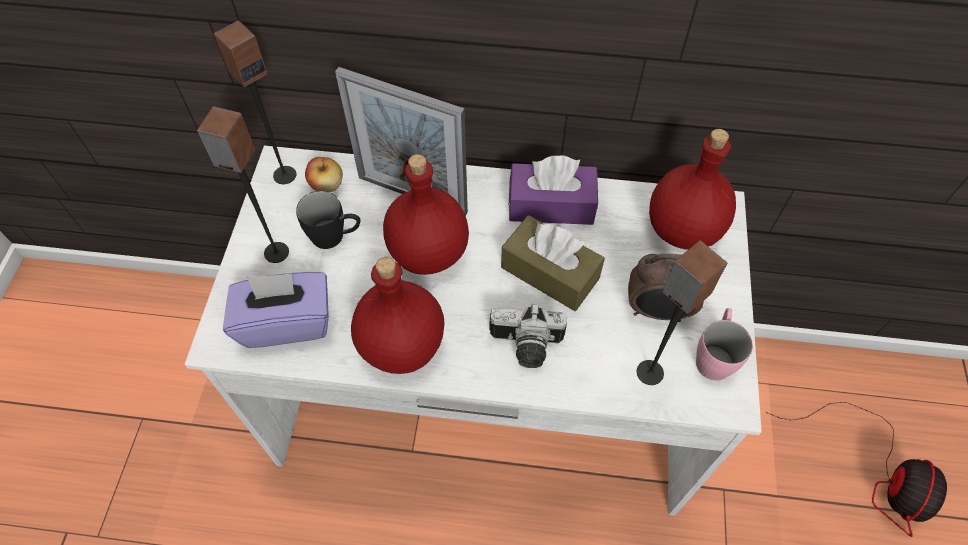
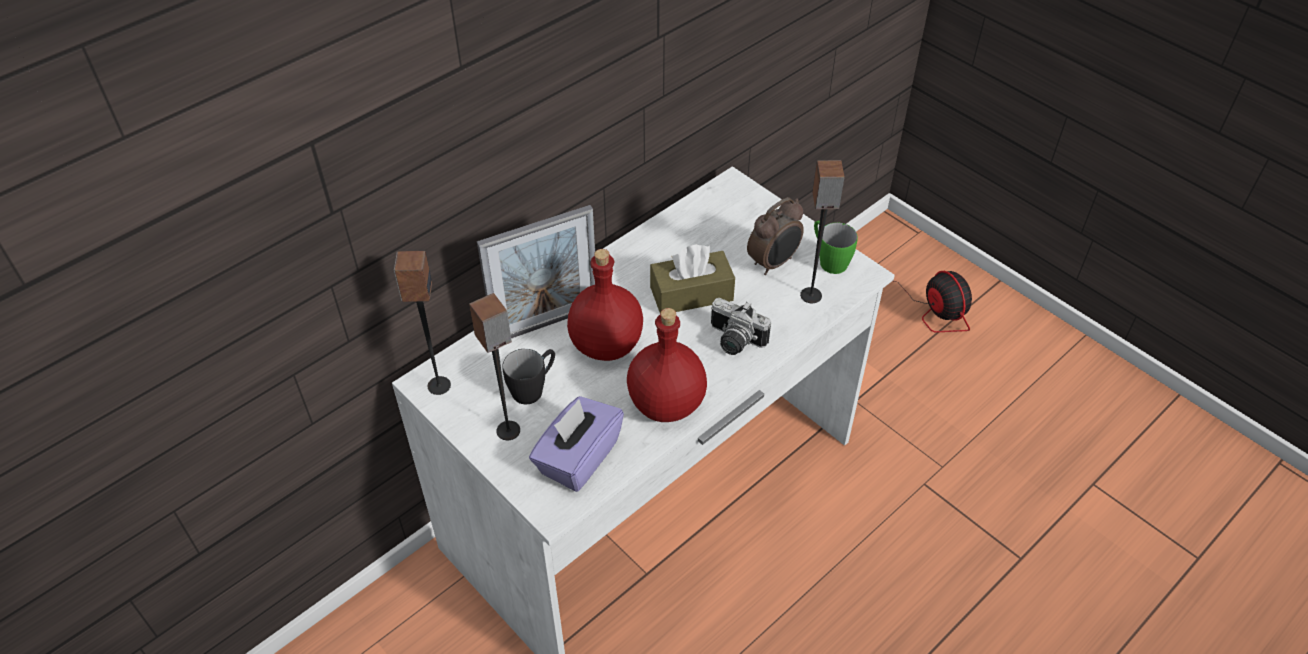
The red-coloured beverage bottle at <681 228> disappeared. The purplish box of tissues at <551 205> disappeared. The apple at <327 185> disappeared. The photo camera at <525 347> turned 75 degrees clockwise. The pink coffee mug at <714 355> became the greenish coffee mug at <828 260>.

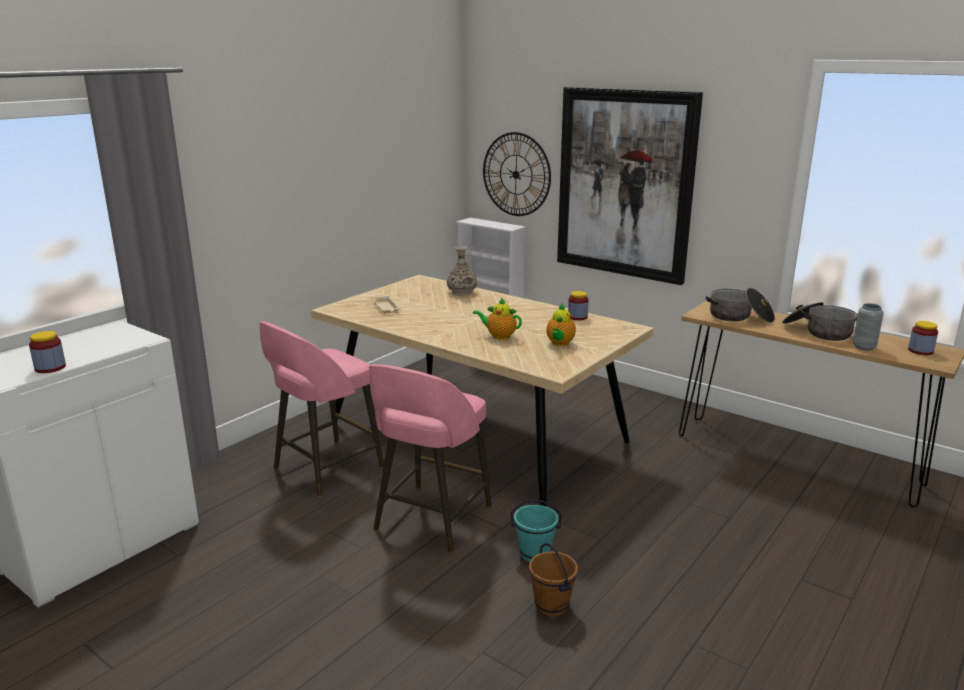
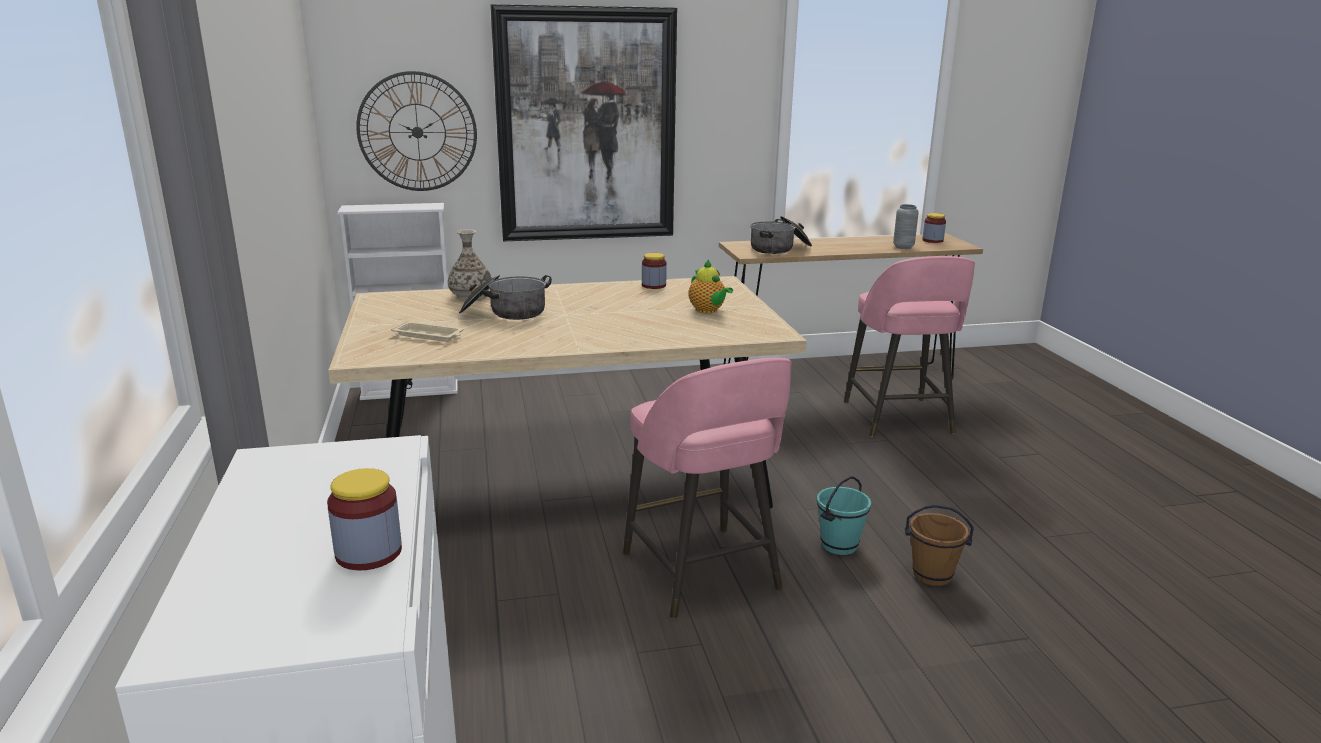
The pot for tea at <499 336> disappeared. The saucepot moved from <818 332> to <505 313>. The pink sitting stool moved from <325 468> to <898 419>.

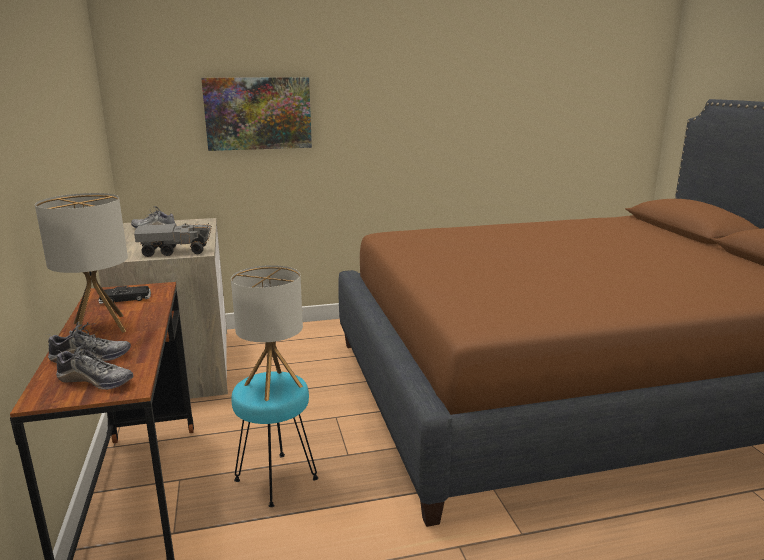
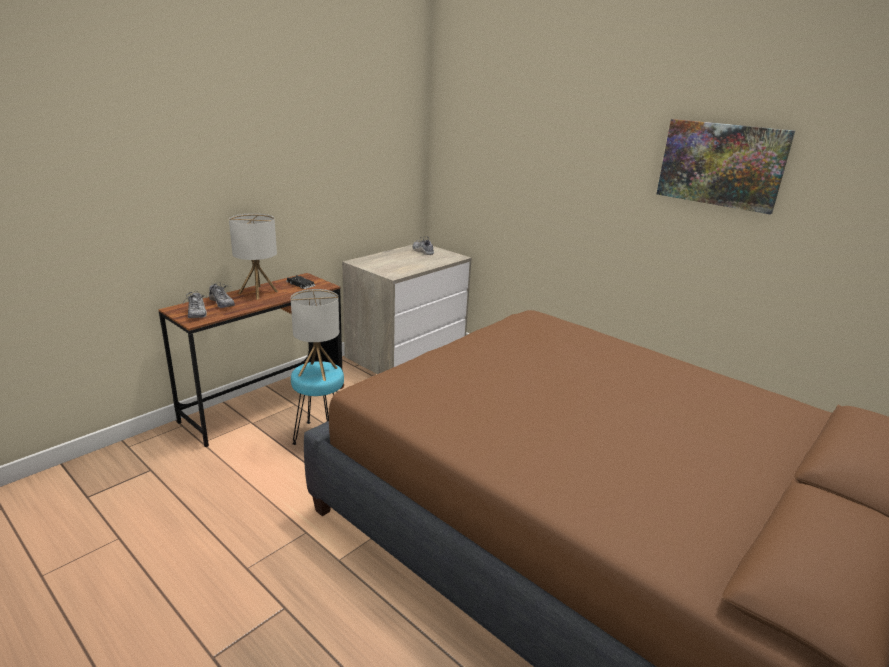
The wall picture moved from <258 113> to <721 164>. The model truck at <175 251> disappeared.

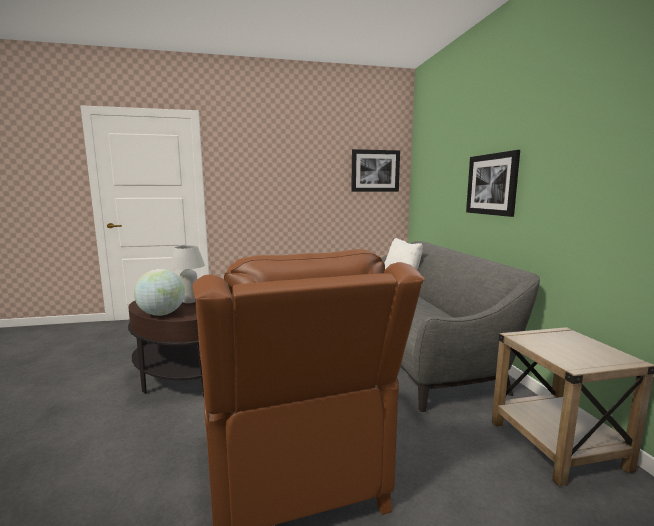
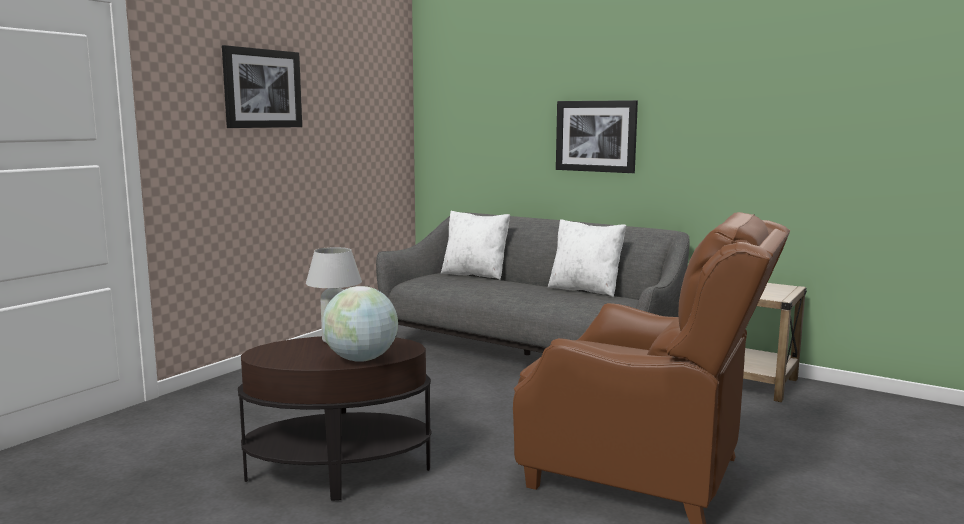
The wall picture moved from <375 171> to <262 88>. The whitish throw pillow at <585 290> appeared.

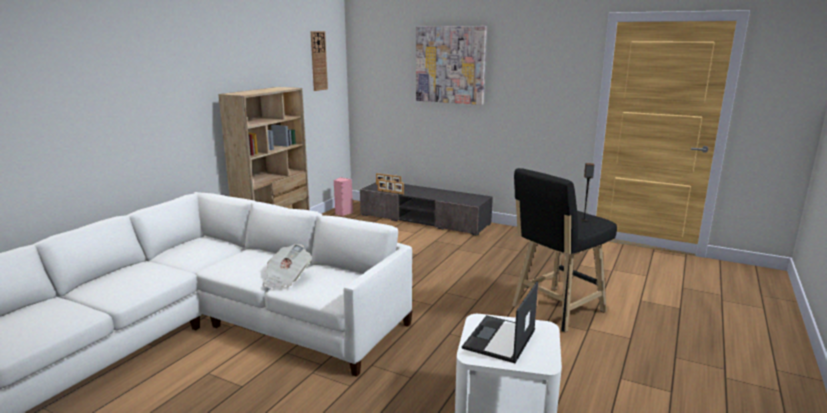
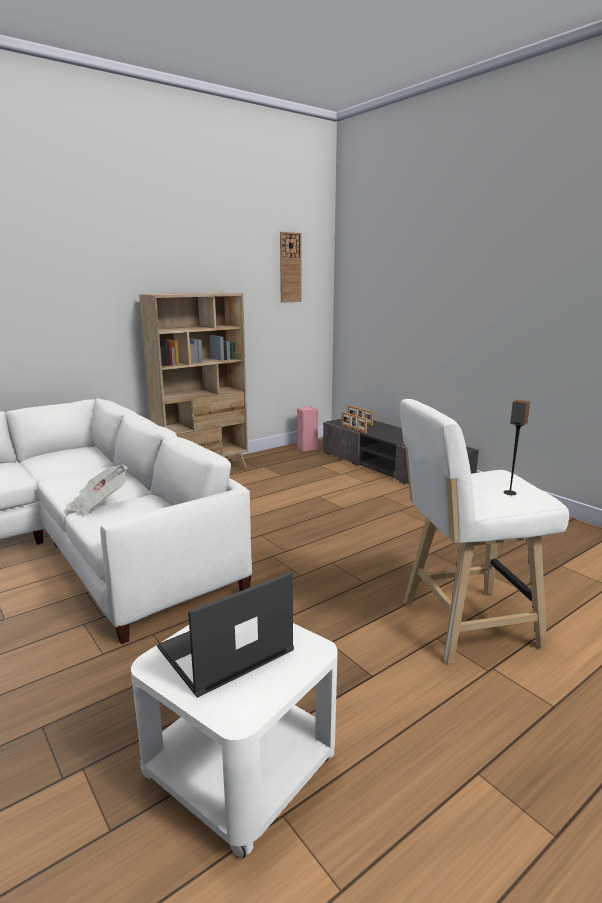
The wall picture at <450 64> disappeared. The blackish sitting stool at <555 310> became the whitish sitting stool at <462 625>.

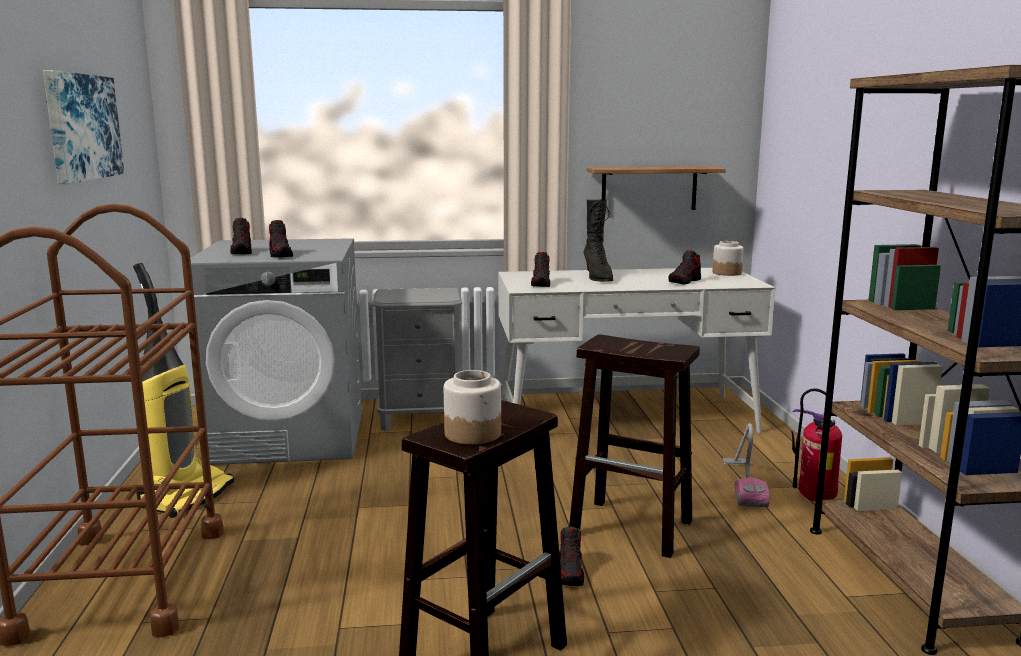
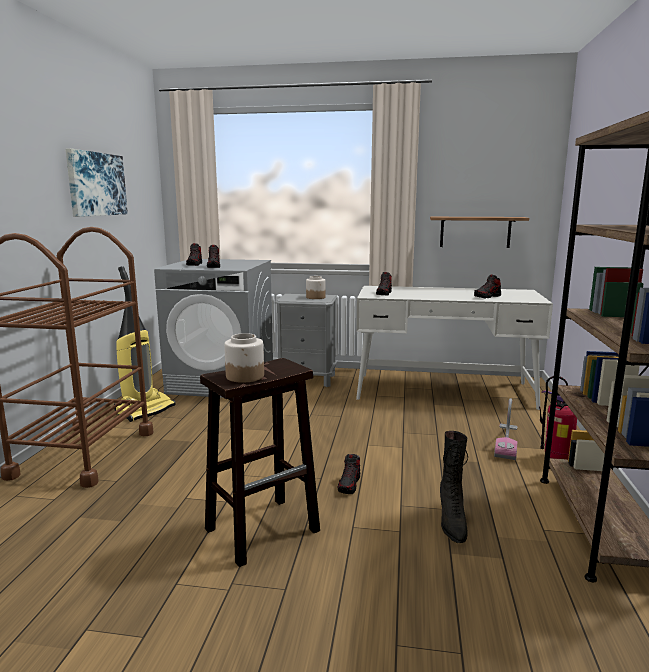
The blackish boot moved from <597 277> to <452 522>. The preserve jar moved from <727 273> to <315 297>. The brownish sitting stool at <633 528> disappeared.

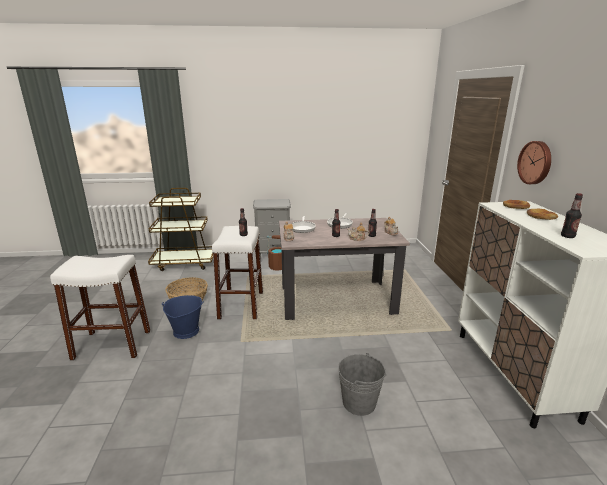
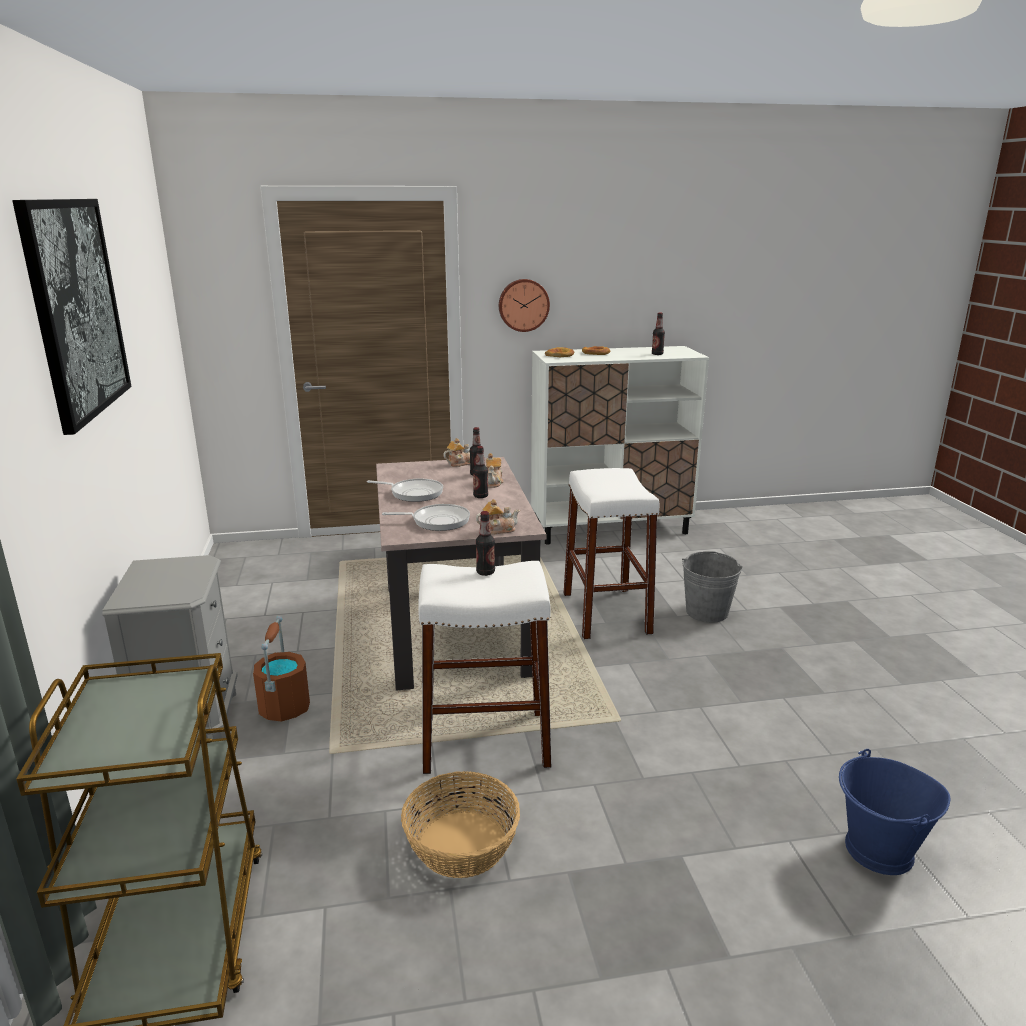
The whitish sitting stool moved from <112 344> to <606 613>. The blue water bucket moved from <186 331> to <879 851>. The wall picture at <76 308> appeared.

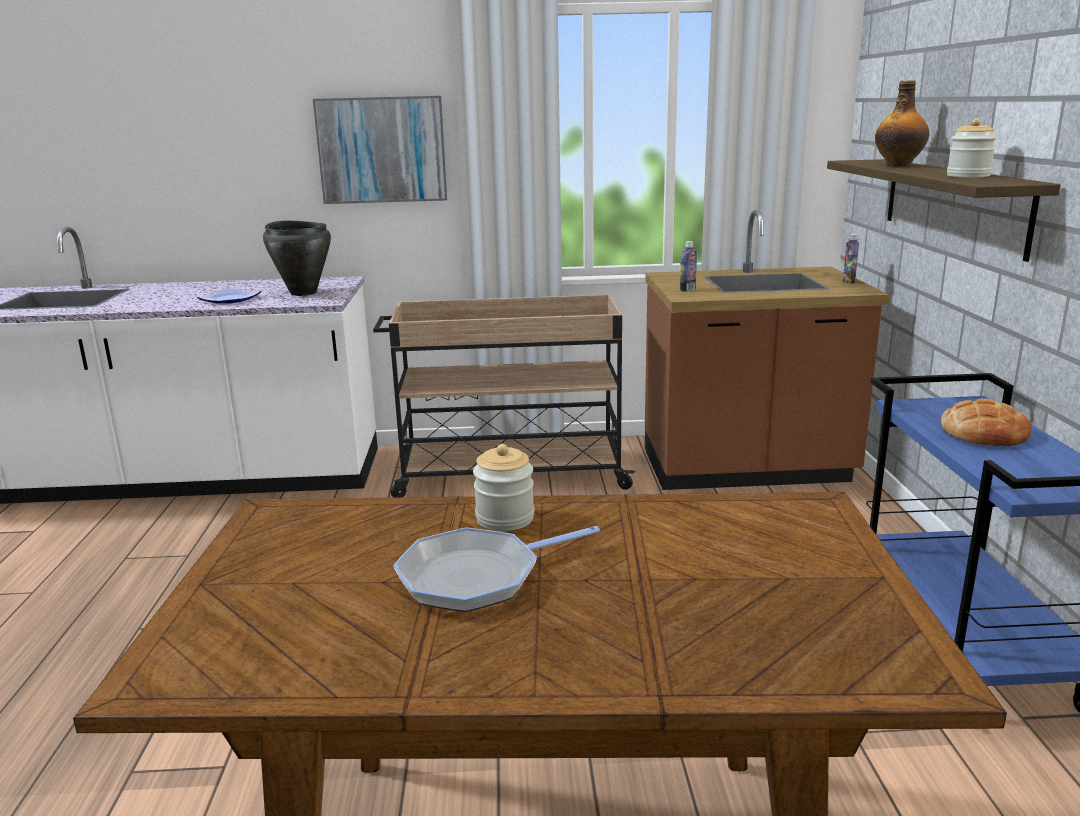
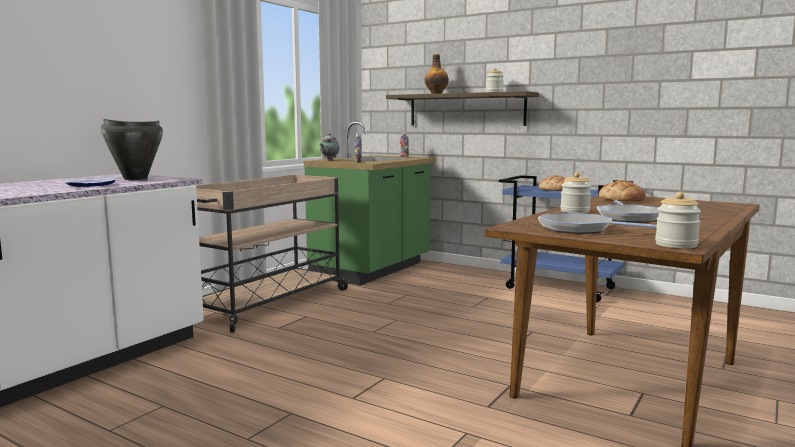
The wall picture at <382 150> disappeared. The brownish counter at <746 469> became the greenish counter at <373 270>. The pot for tea at <329 160> appeared. The bakery bread at <622 199> appeared. The preserve jar at <676 245> appeared. The skillet at <580 229> appeared.

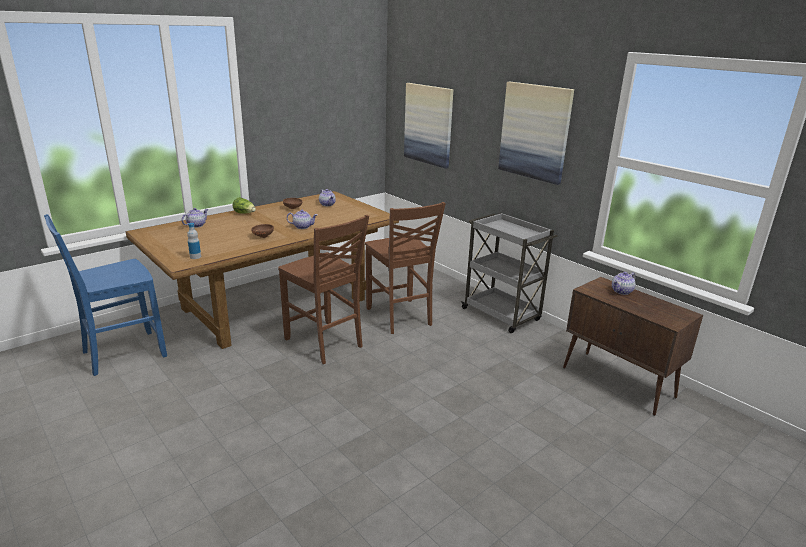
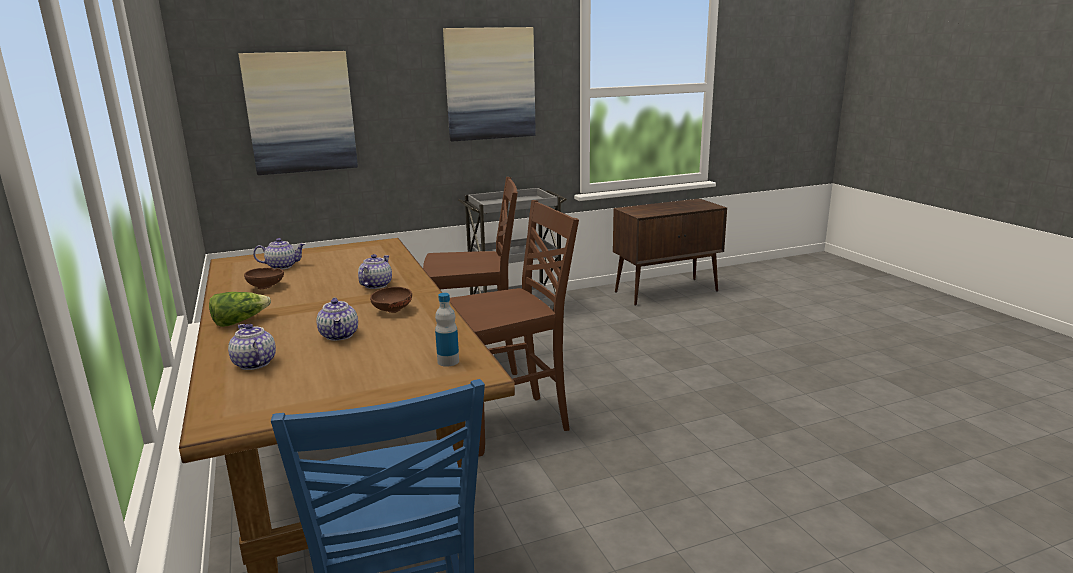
The pot for tea moved from <622 291> to <340 335>.

